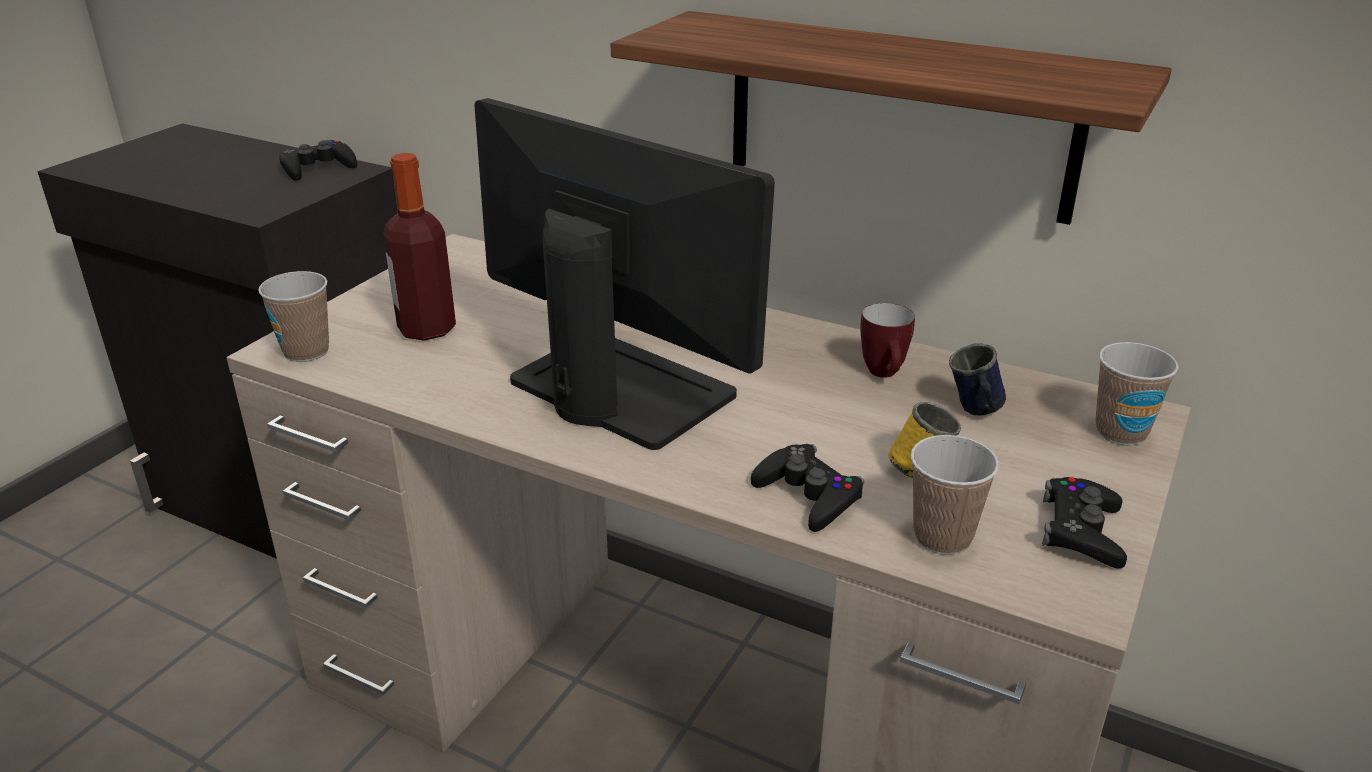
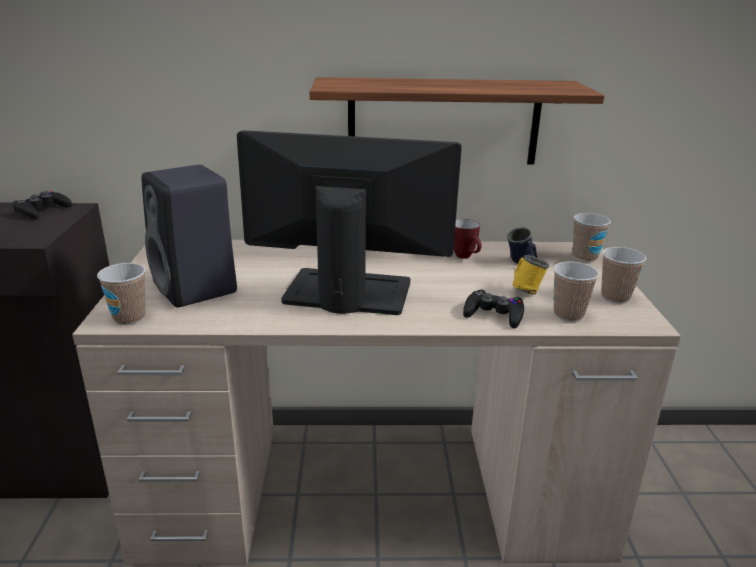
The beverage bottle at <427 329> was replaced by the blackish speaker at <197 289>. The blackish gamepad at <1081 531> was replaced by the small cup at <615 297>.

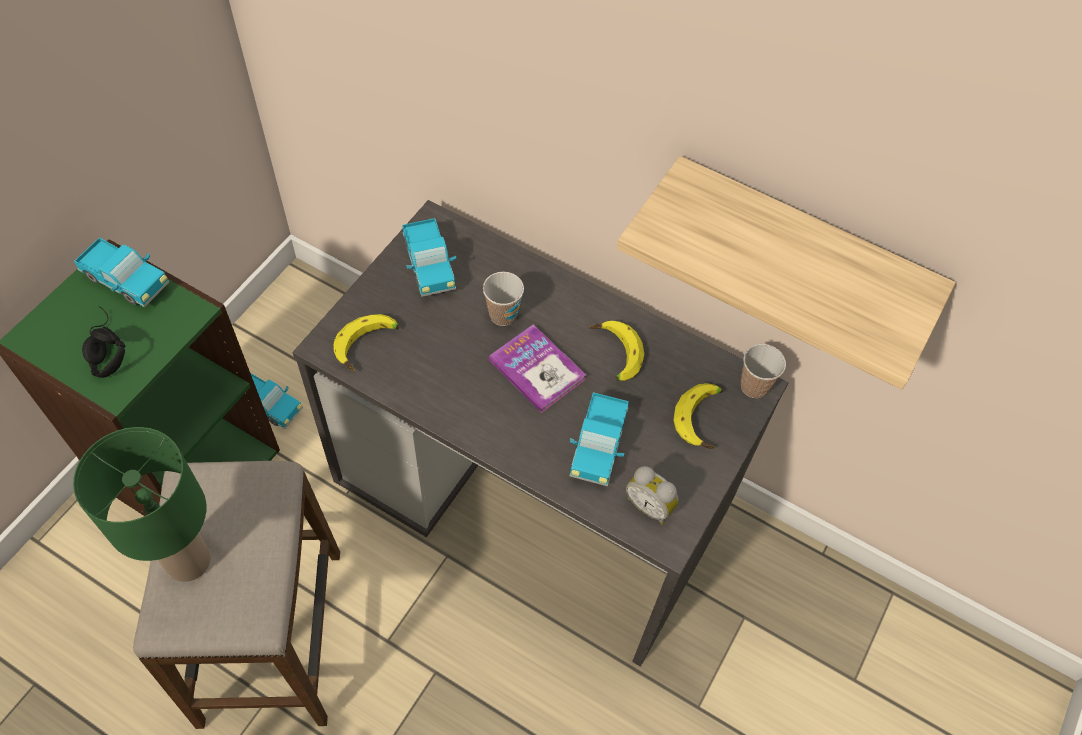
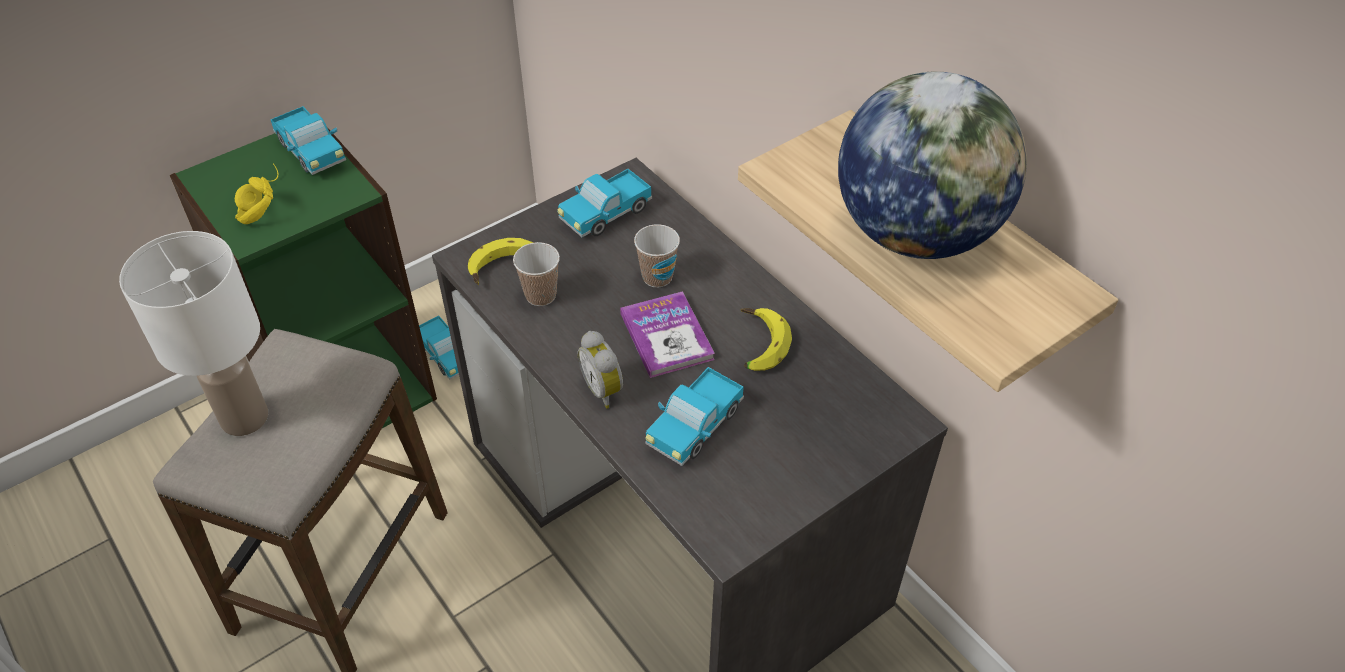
The model truck at <429 267> turned 45 degrees clockwise. The blackish headphones at <102 348> became the yellow headphones at <259 201>. The small cup moved from <754 386> to <540 295>. The banana at <703 419> disappeared. The greenish tabletop lamp at <186 561> became the whitish tabletop lamp at <242 417>. The bedside clock moved from <650 505> to <605 389>. The world globe at <916 234> appeared.

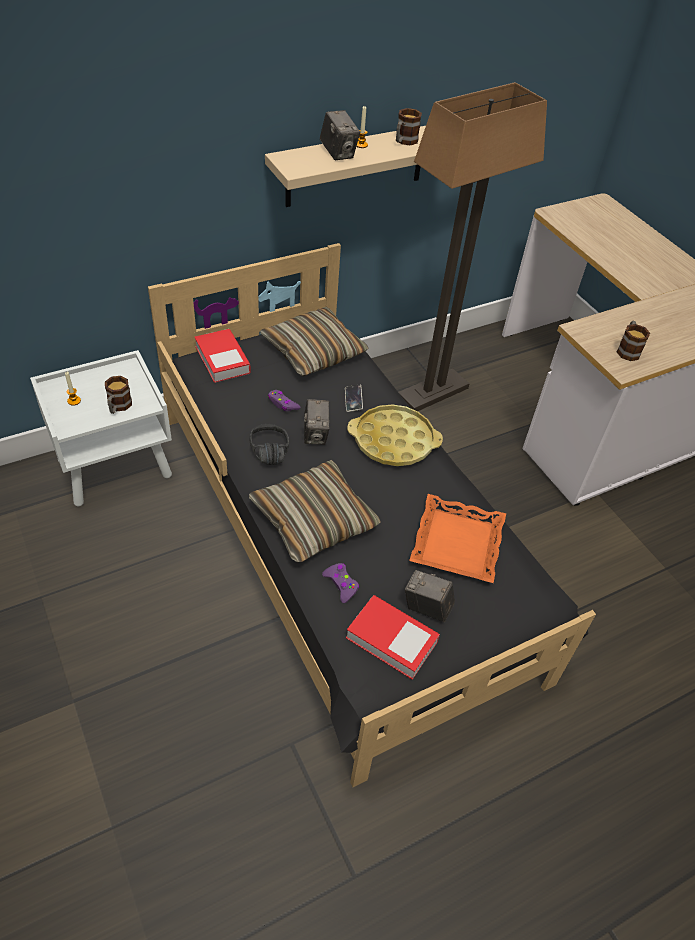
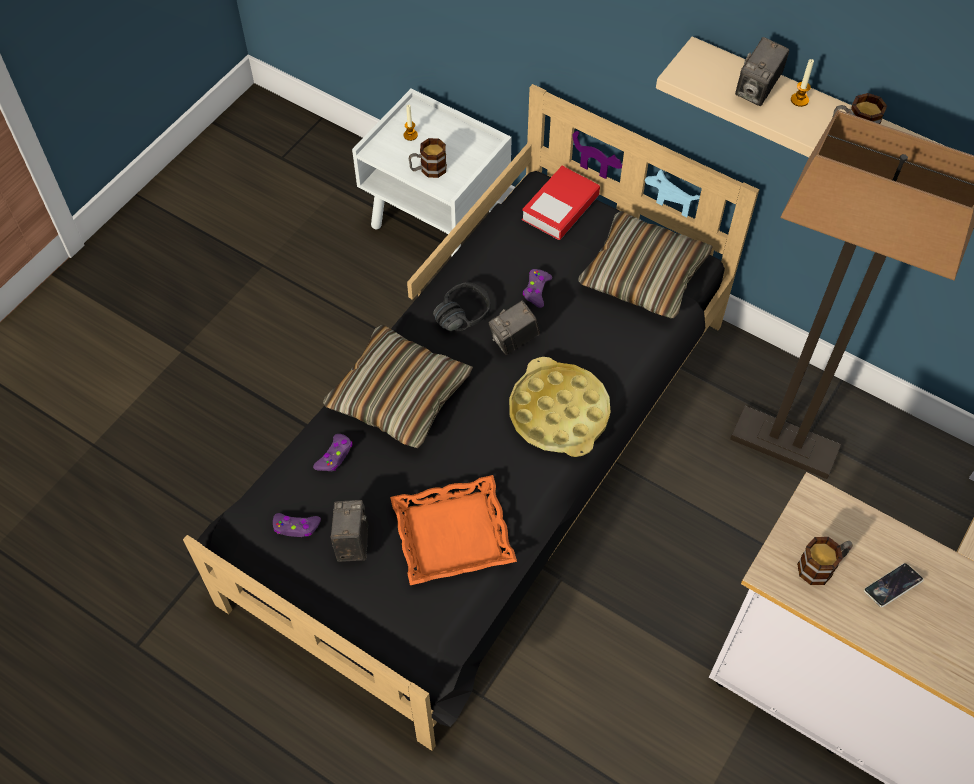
The handset moved from <353 400> to <892 586>. The bound book at <391 640> was replaced by the purplish gamepad at <296 527>.

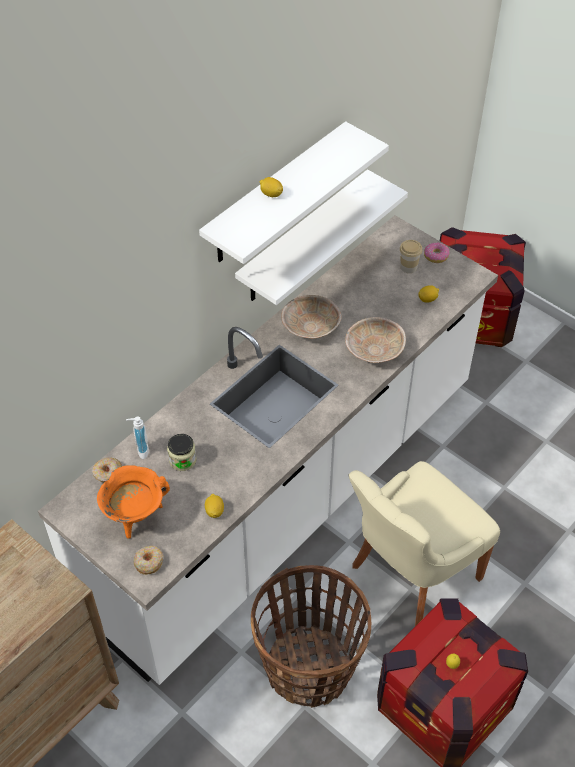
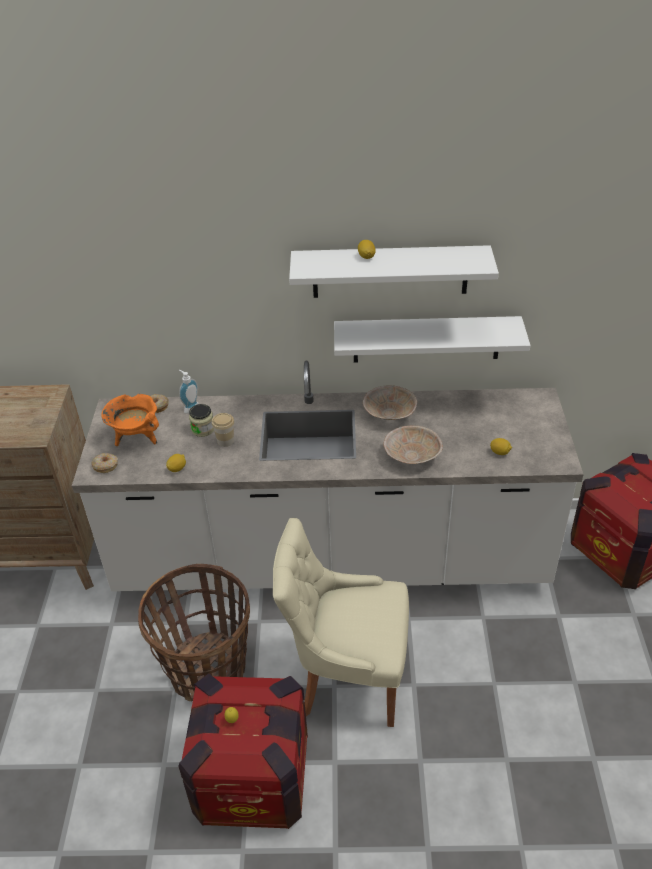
The small cup moved from <408 267> to <225 441>. The donut at <436 256> disappeared.

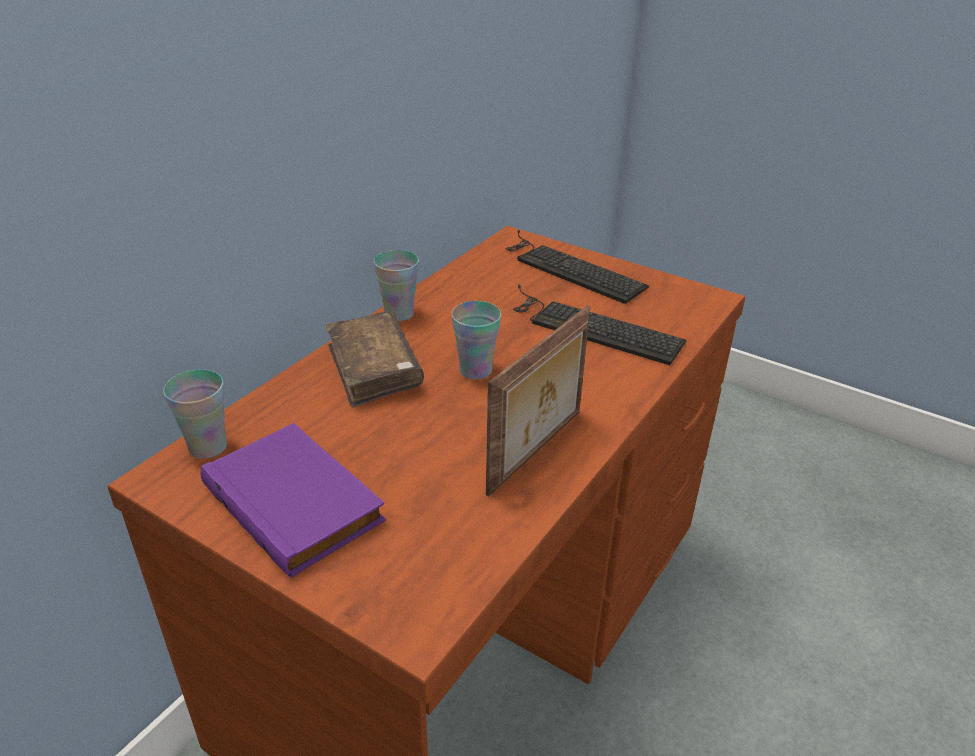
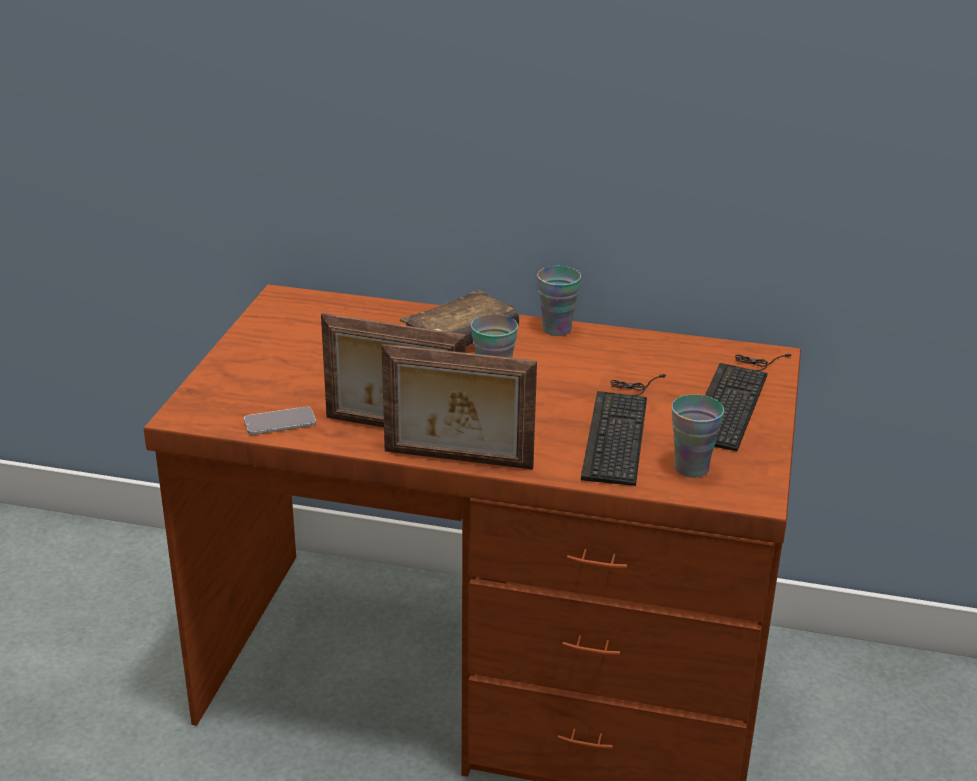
The small cup moved from <208 447> to <691 468>. The purplish bound book at <297 502> disappeared. The picture frame at <457 461> appeared. The handset at <280 422> appeared.

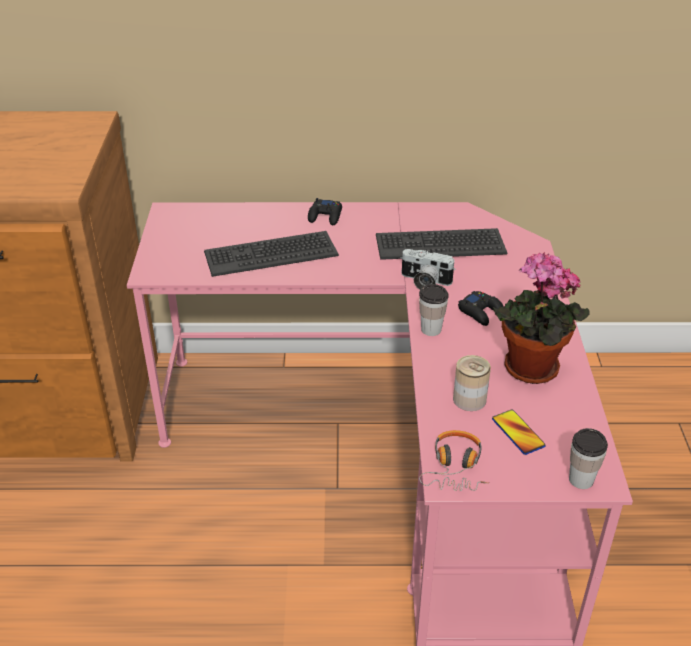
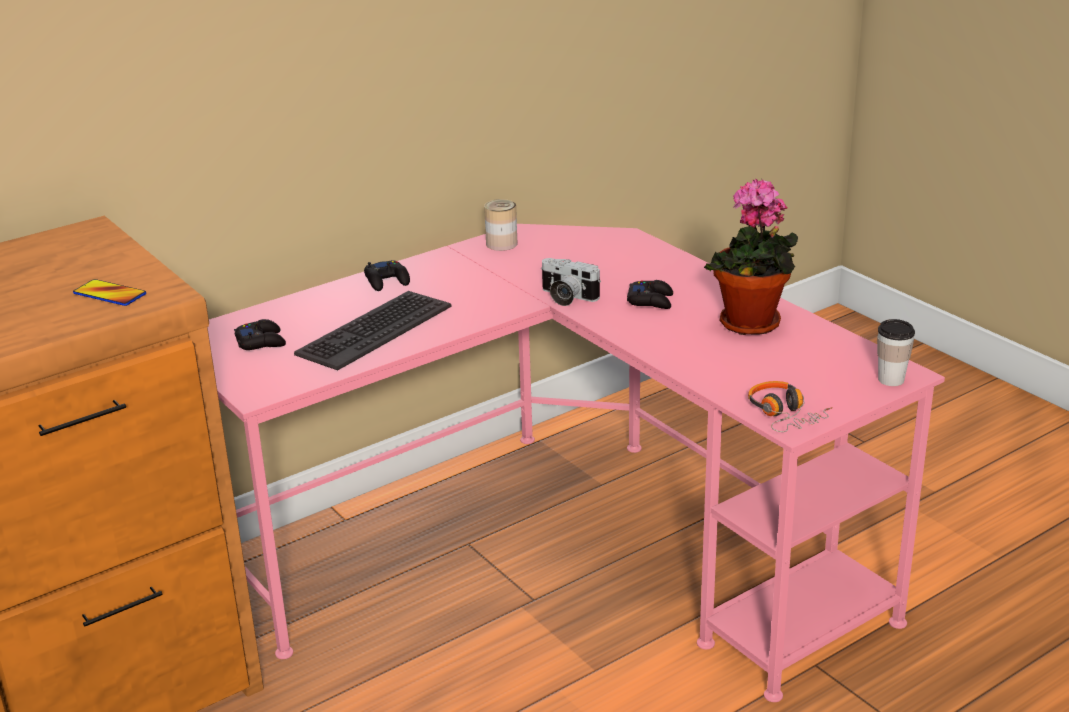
The computer keyboard at <440 244> disappeared. The photo camera at <424 282> turned 45 degrees clockwise. The small cup at <431 329> disappeared. The metal can moved from <469 399> to <501 244>. The handset moved from <518 433> to <110 294>. The blackish gamepad at <261 342> appeared.

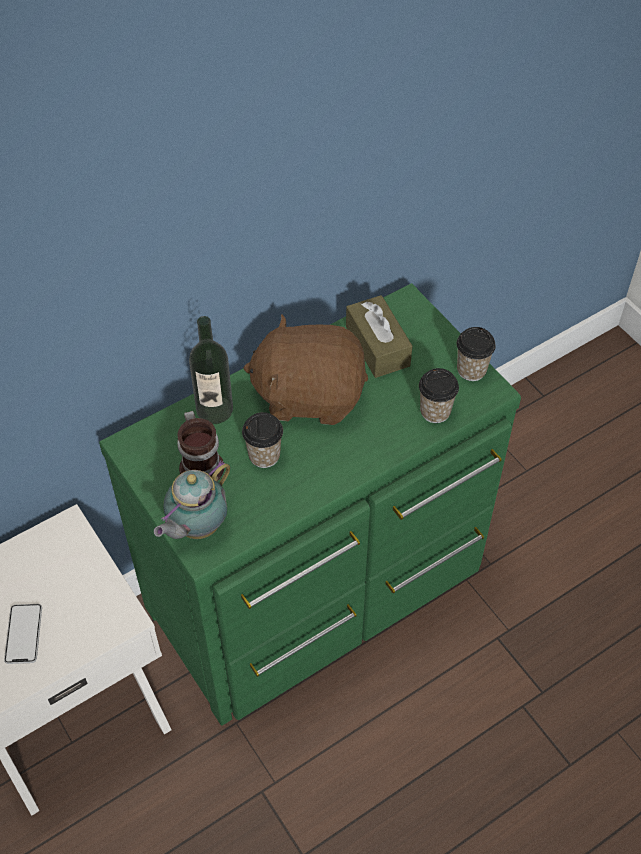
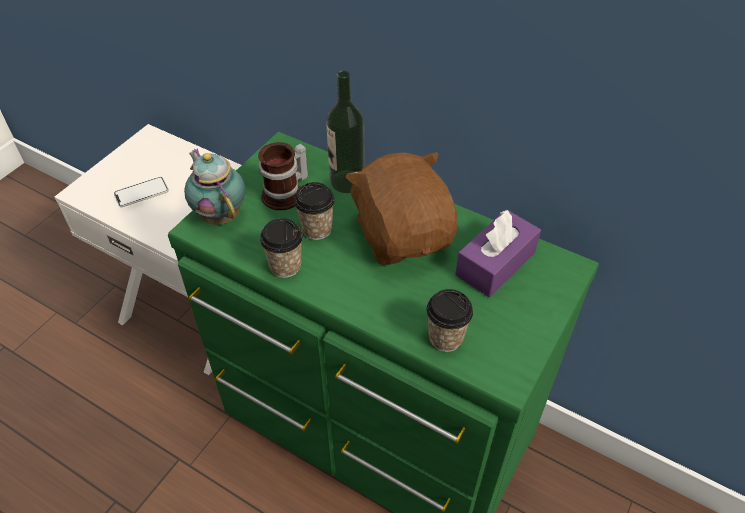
The brownish box of tissues at <377 346> became the purplish box of tissues at <495 263>. The small cup moved from <471 370> to <285 266>. The pot for tea at <196 527> turned 45 degrees clockwise.

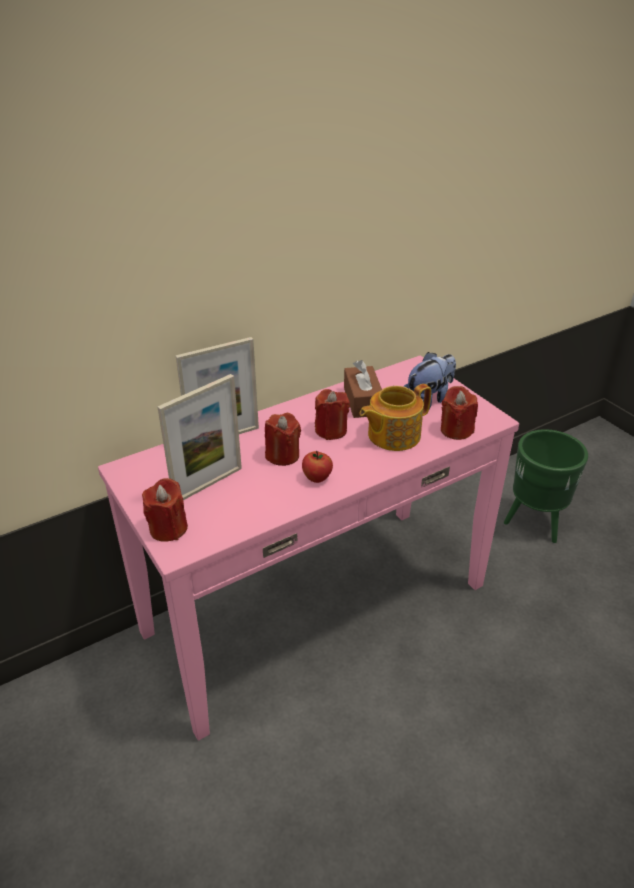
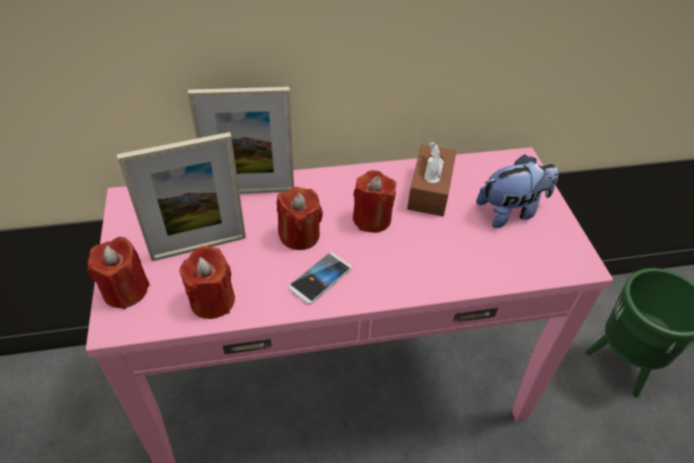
The pot for tea at <392 435> disappeared. The red-coloured candle moved from <456 430> to <212 300>. The apple at <317 478> was replaced by the handset at <320 278>.

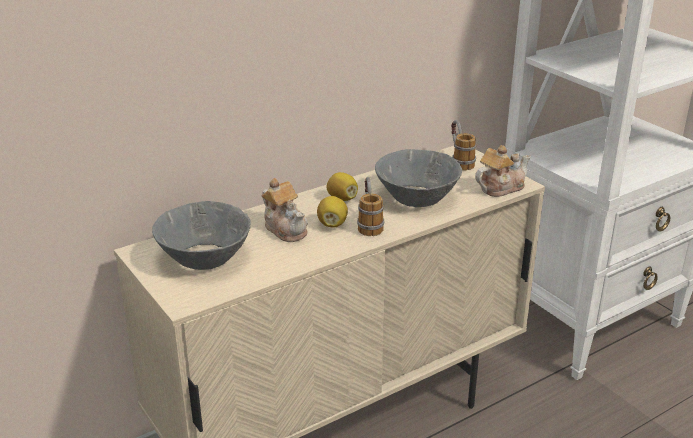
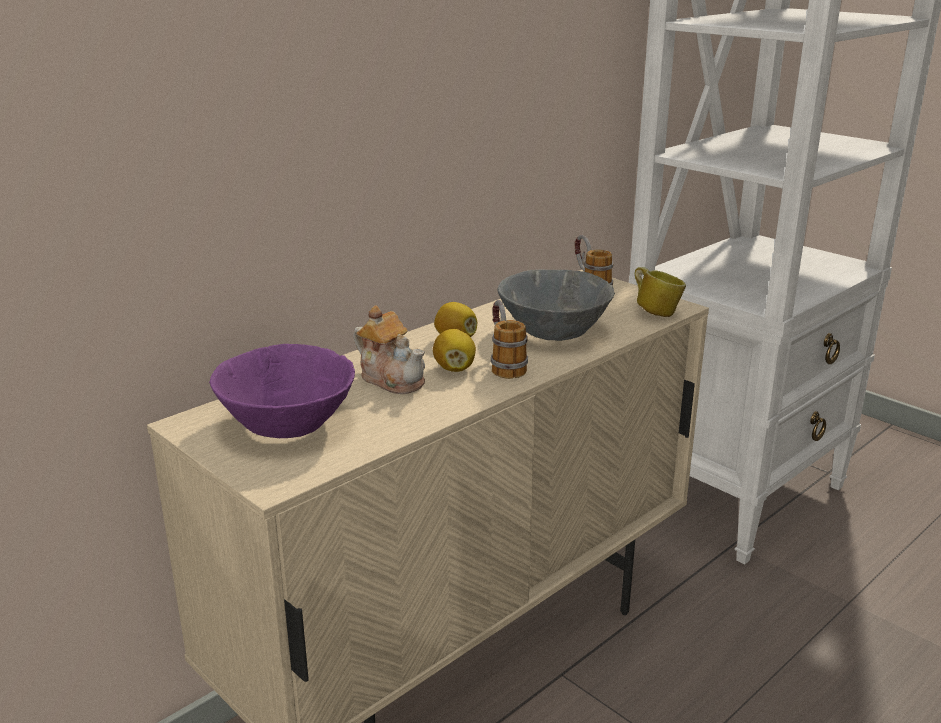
The pot for tea at <500 188> was replaced by the coffee mug at <655 312>. The gray serving bowl at <205 258> became the purplish serving bowl at <288 423>.

